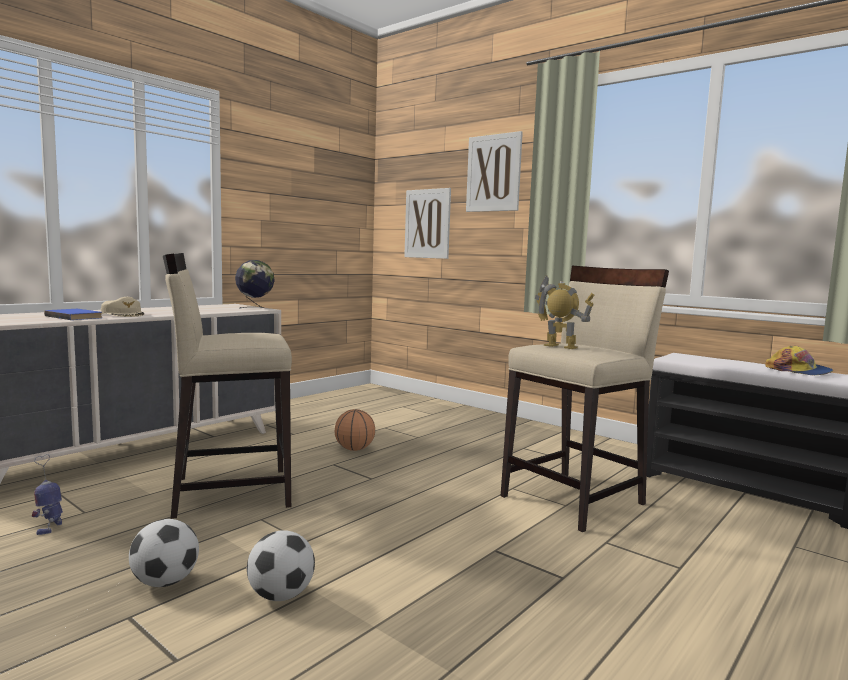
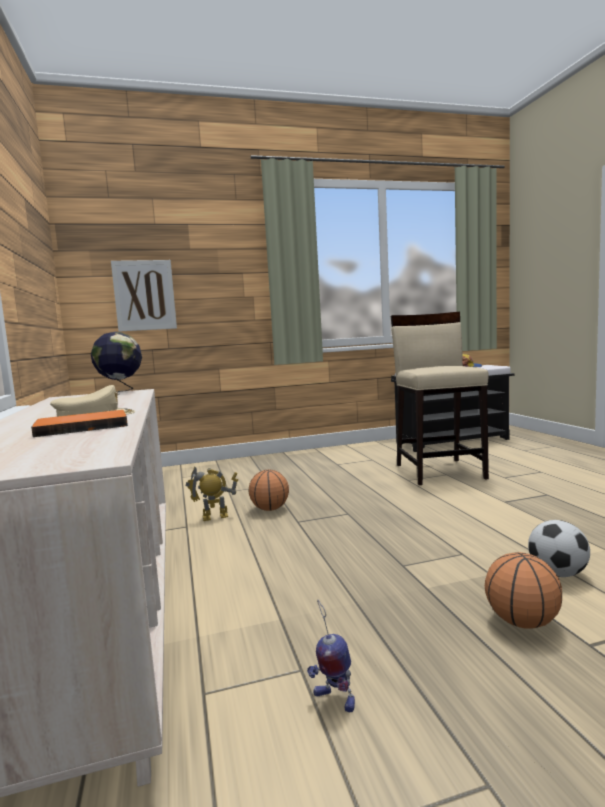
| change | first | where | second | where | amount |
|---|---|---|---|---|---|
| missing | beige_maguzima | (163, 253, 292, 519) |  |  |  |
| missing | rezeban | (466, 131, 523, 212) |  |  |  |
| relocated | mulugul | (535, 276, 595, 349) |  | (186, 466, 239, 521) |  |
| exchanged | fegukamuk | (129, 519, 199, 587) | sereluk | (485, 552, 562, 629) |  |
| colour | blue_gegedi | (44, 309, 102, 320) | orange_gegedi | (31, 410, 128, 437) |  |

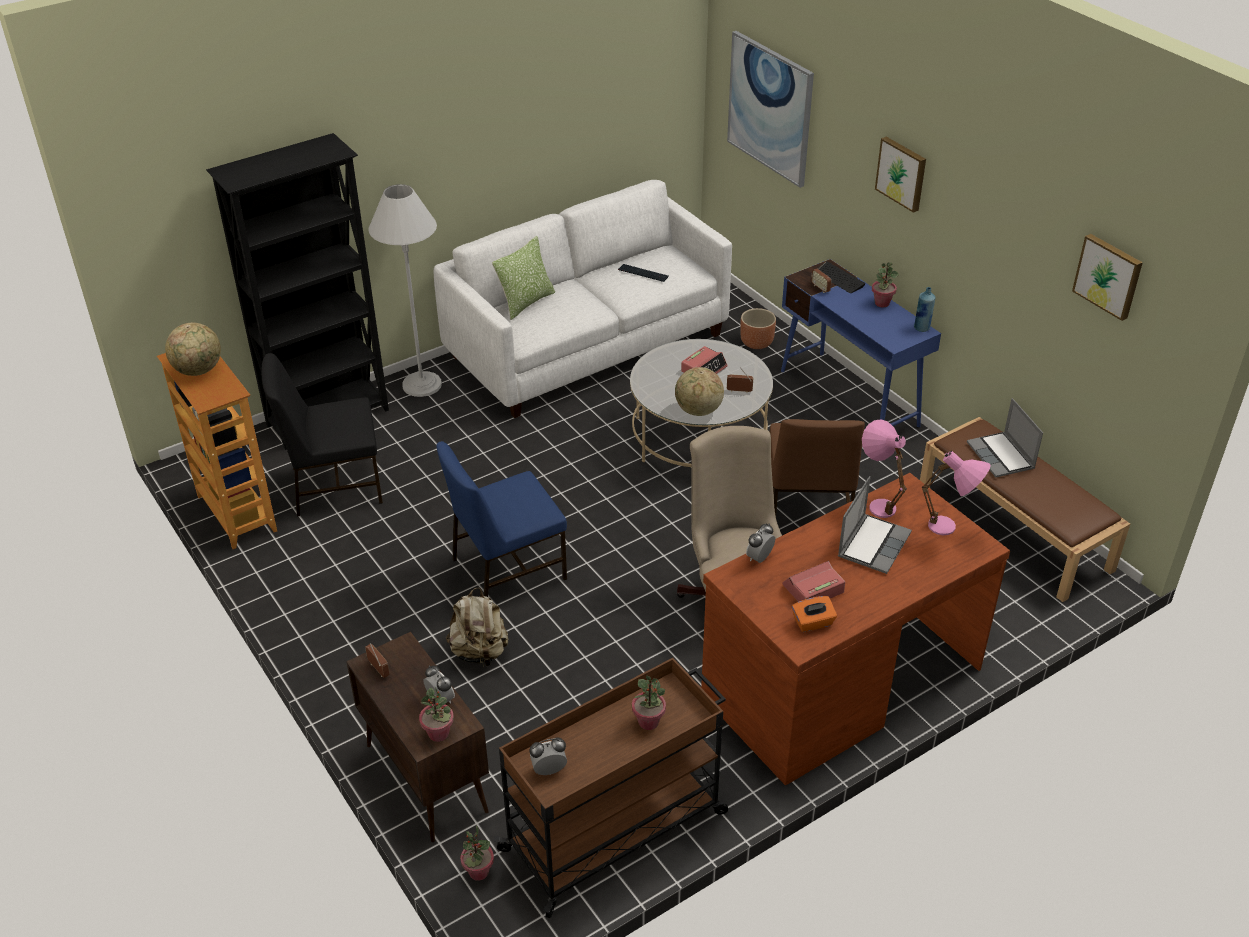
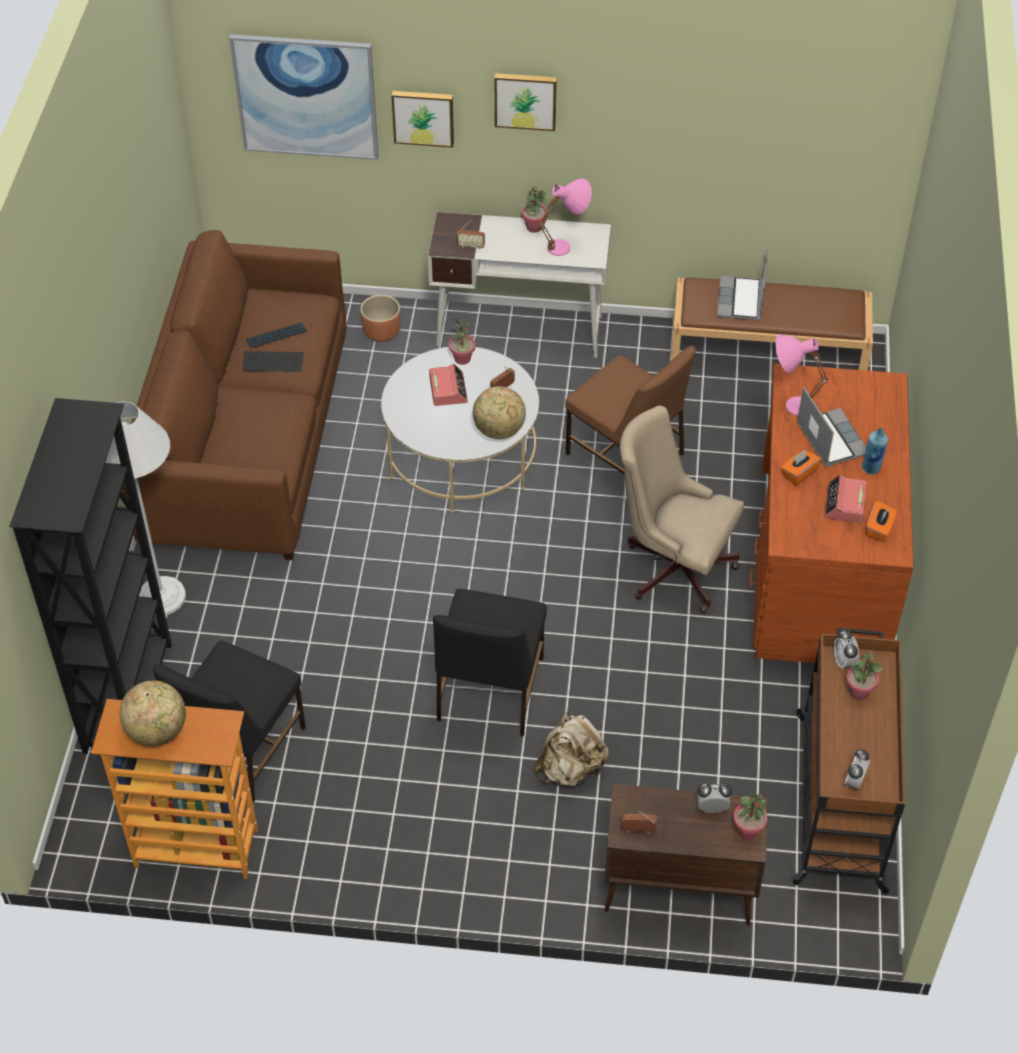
| change | first | where | second | where | amount |
|---|---|---|---|---|---|
| missing | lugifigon | (492, 236, 555, 320) |  |  |  |
| appeared |  |  | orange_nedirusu | (781, 449, 821, 485) |  |
| relocated | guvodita | (460, 826, 494, 881) |  | (449, 318, 476, 365) |  |
| relocated | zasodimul | (746, 523, 775, 563) |  | (834, 629, 859, 670) |  |
| relocated | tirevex | (817, 261, 866, 293) |  | (243, 351, 304, 372) |  |
| relocated | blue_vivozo | (914, 287, 935, 332) |  | (862, 428, 888, 474) |  |
| relocated | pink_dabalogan | (922, 451, 991, 535) |  | (539, 178, 592, 256) |  |
| relocated | rezeban | (1072, 234, 1143, 321) |  | (391, 91, 454, 148) |  |
| colour | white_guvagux | (433, 180, 732, 418) | brown_guvagux | (123, 230, 347, 560) |  |
| colour | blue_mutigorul | (437, 441, 567, 597) | black_mutigorul | (433, 589, 547, 736) |  |
| colour | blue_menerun | (781, 259, 941, 427) | white_menerun | (428, 212, 611, 358) |  |
| spun | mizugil | (967, 398, 1043, 478) |  | (717, 248, 768, 321) | 75 degrees clockwise |

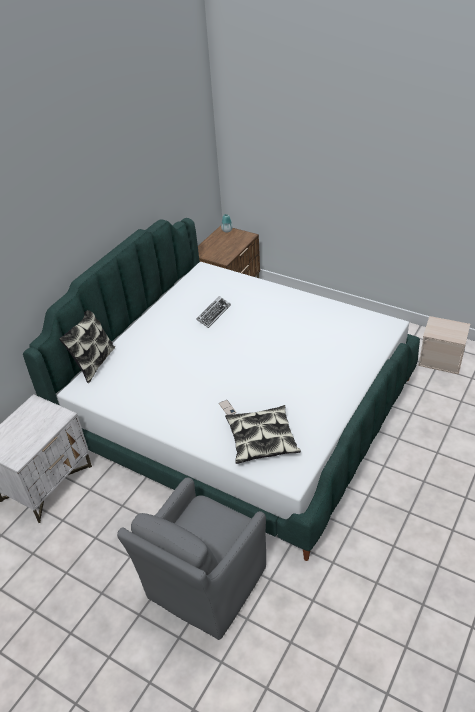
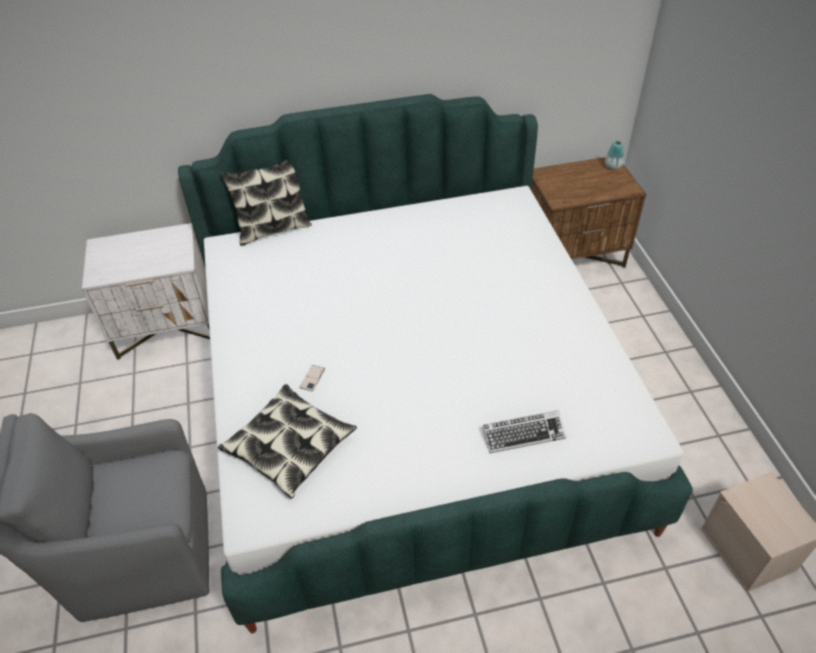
| change | first | where | second | where | amount |
|---|---|---|---|---|---|
| relocated | tirevex | (196, 296, 231, 328) |  | (483, 410, 566, 453) |  |

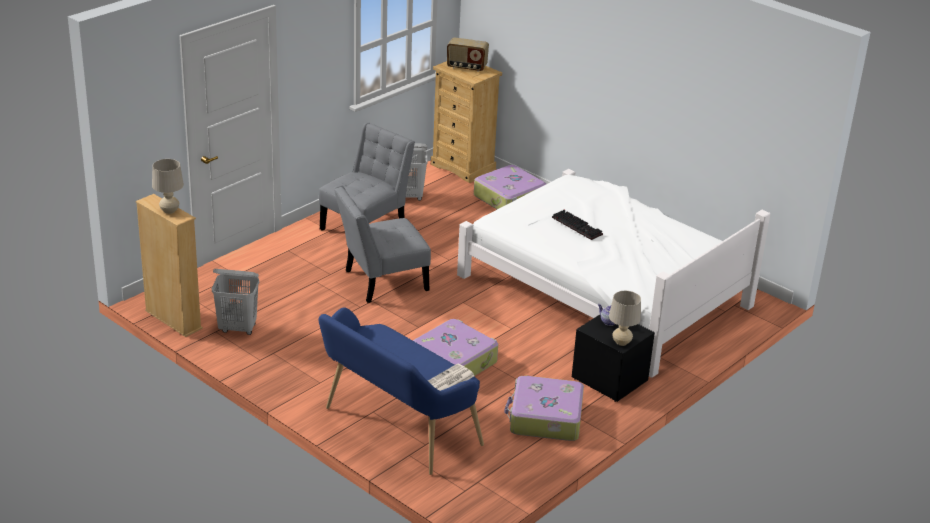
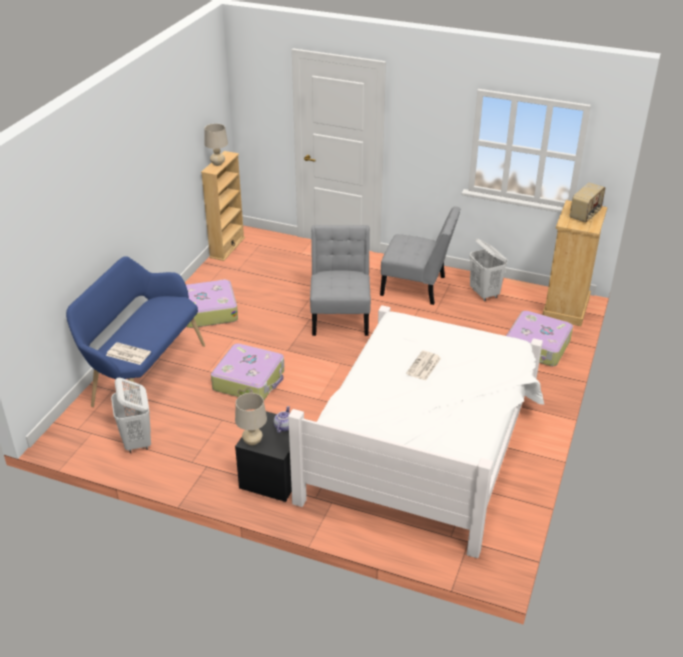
| change | first | where | second | where | amount |
|---|---|---|---|---|---|
| relocated | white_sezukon | (212, 269, 259, 335) |  | (111, 378, 151, 453) |  |
| relocated | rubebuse | (504, 376, 584, 441) |  | (186, 279, 238, 328) |  |
| exchanged | tirevex | (552, 210, 603, 240) | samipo | (406, 350, 441, 381) |  |
| spun | grey_mutigorul | (334, 185, 431, 303) |  | (310, 225, 371, 336) | 45 degrees clockwise |
| spun | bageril | (447, 37, 489, 72) |  | (570, 182, 605, 222) | 135 degrees counterclockwise |

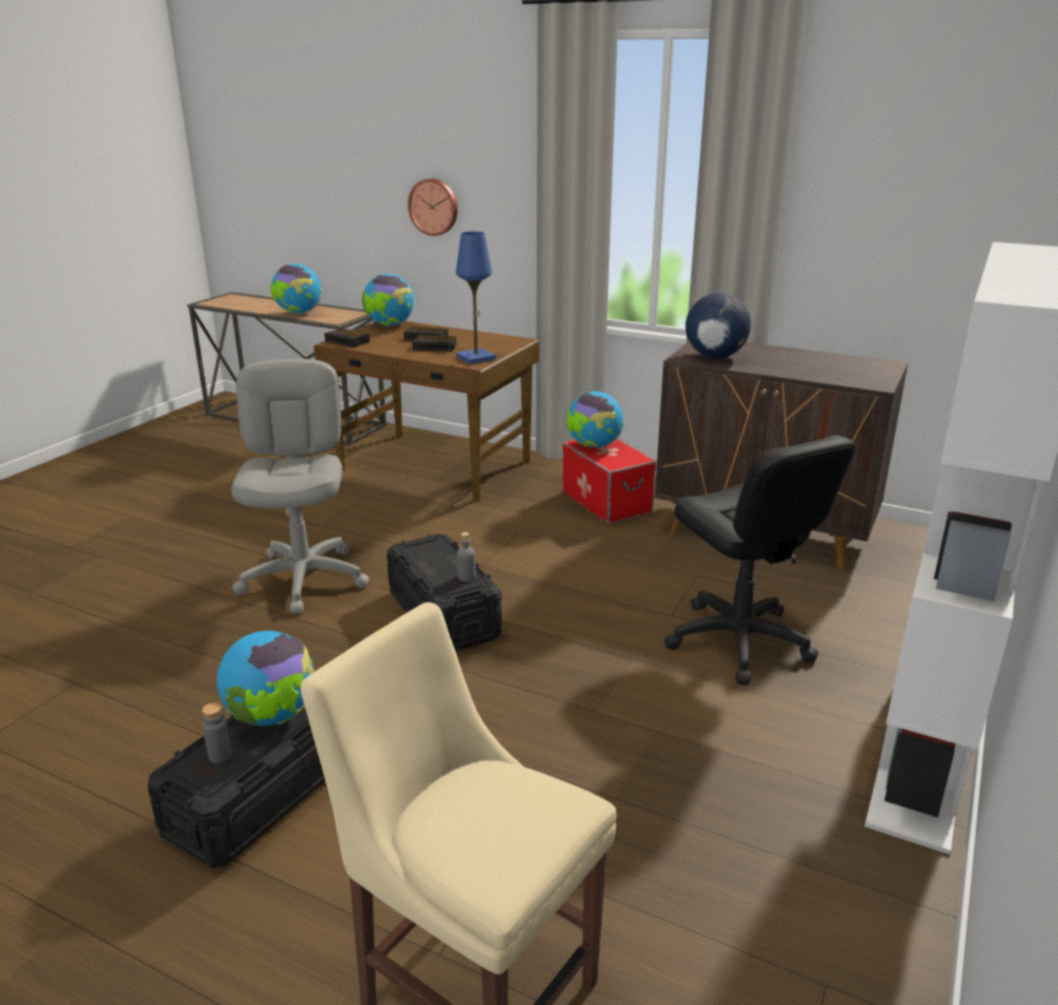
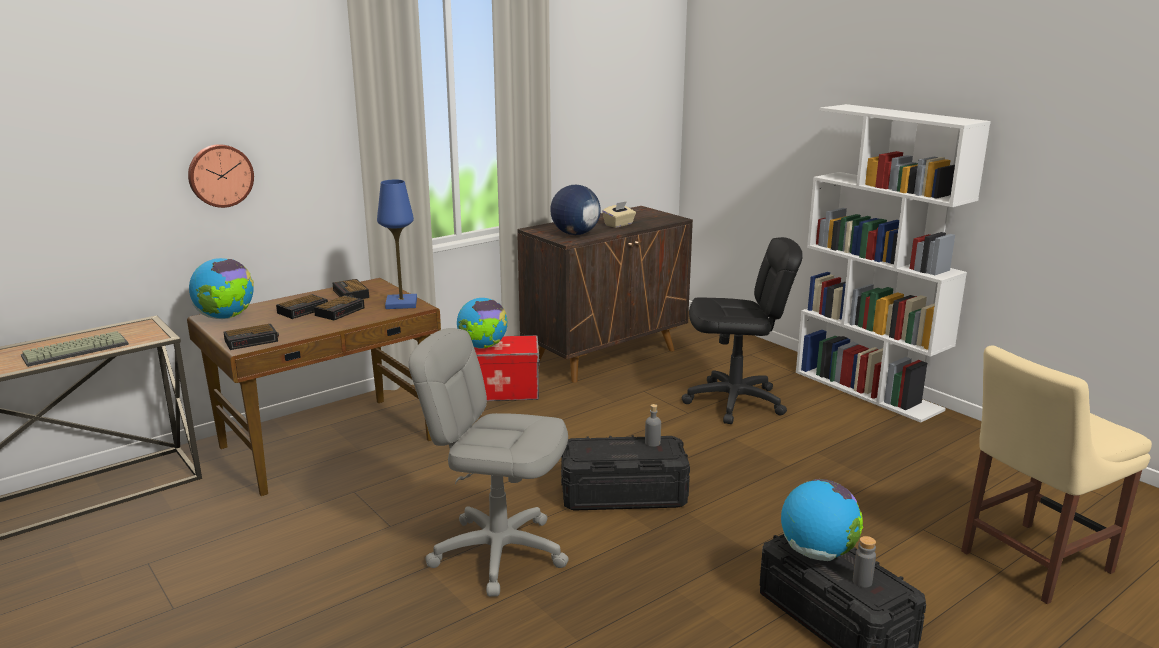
| change | first | where | second | where | amount |
|---|---|---|---|---|---|
| appeared |  |  | zasodimul | (333, 279, 369, 299) |  |
| appeared |  |  | beige_nedirusu | (602, 201, 636, 228) |  |
| exchanged | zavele | (271, 264, 322, 314) | tirevex | (21, 331, 129, 367) |  |

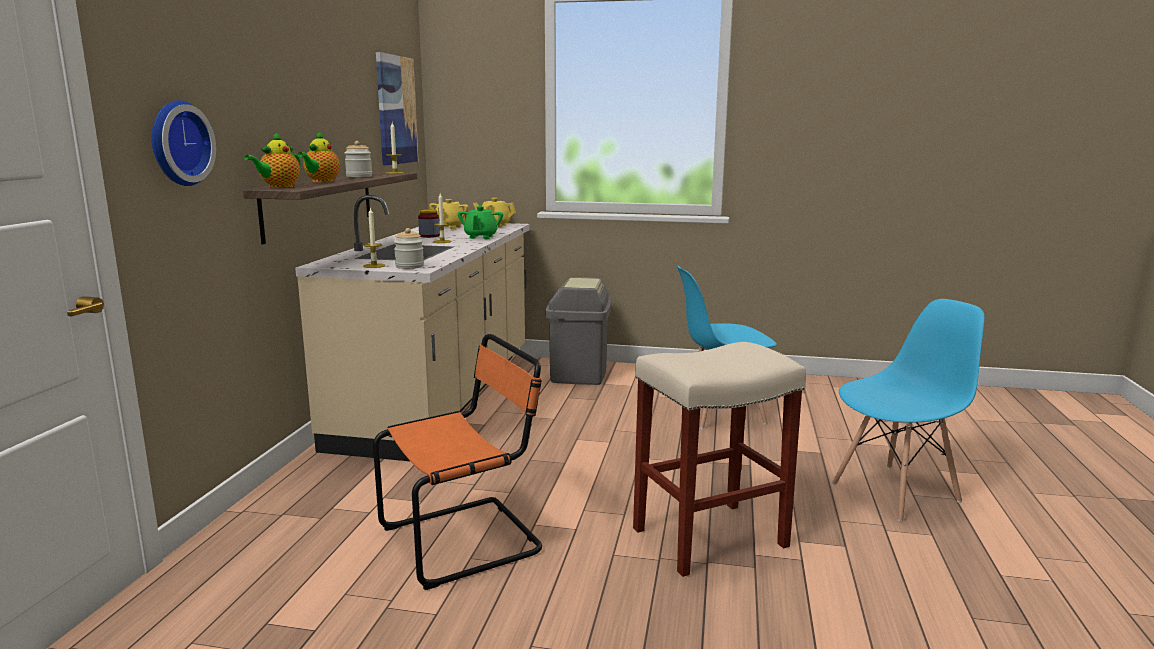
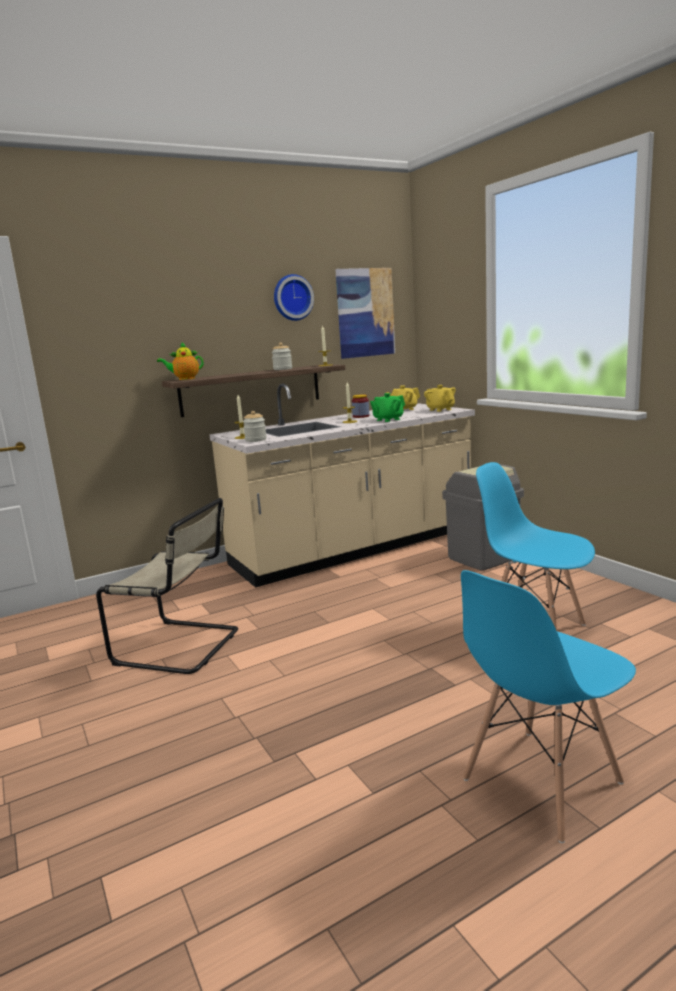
| change | first | where | second | where | amount |
|---|---|---|---|---|---|
| missing | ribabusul | (298, 131, 340, 182) |  |  |  |
| missing | beige_maguzima | (633, 342, 806, 577) |  |  |  |
| relocated | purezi | (152, 100, 216, 186) |  | (274, 274, 314, 321) |  |
| colour | orange_mutigorul | (373, 334, 542, 590) | beige_mutigorul | (96, 498, 238, 674) |  |
| spun | blue_mutigorul | (832, 299, 985, 522) |  | (461, 570, 636, 843) | 120 degrees clockwise |

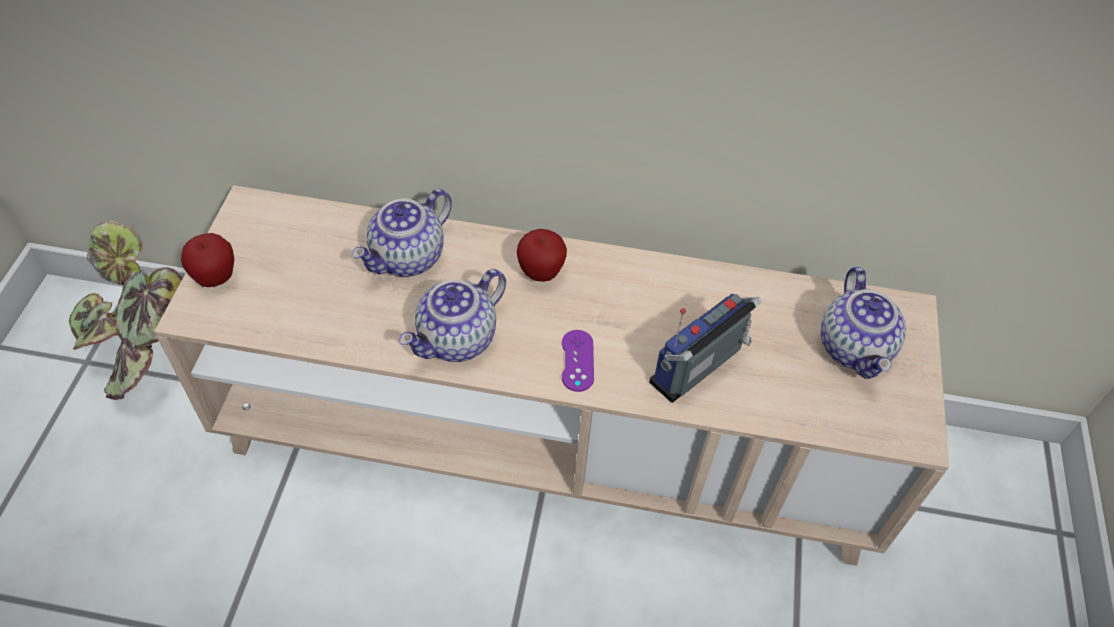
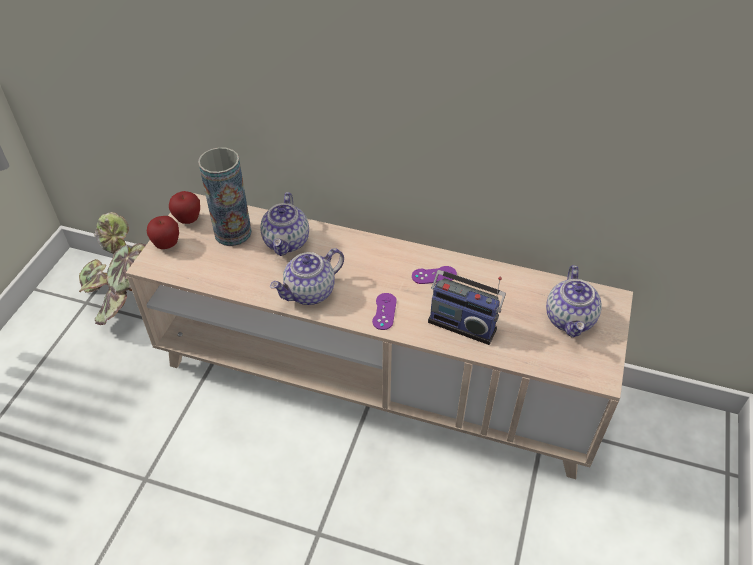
| change | first | where | second | where | amount |
|---|---|---|---|---|---|
| appeared |  |  | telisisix | (198, 147, 252, 246) |  |
| appeared |  |  | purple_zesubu | (412, 266, 457, 284) |  |
| relocated | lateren | (516, 229, 567, 282) |  | (169, 191, 200, 224) |  |
| spun | ribabusul | (352, 189, 452, 277) |  | (260, 192, 309, 256) | 45 degrees counterclockwise |
| spun | bageril | (649, 294, 761, 403) |  | (428, 270, 506, 345) | 120 degrees counterclockwise |

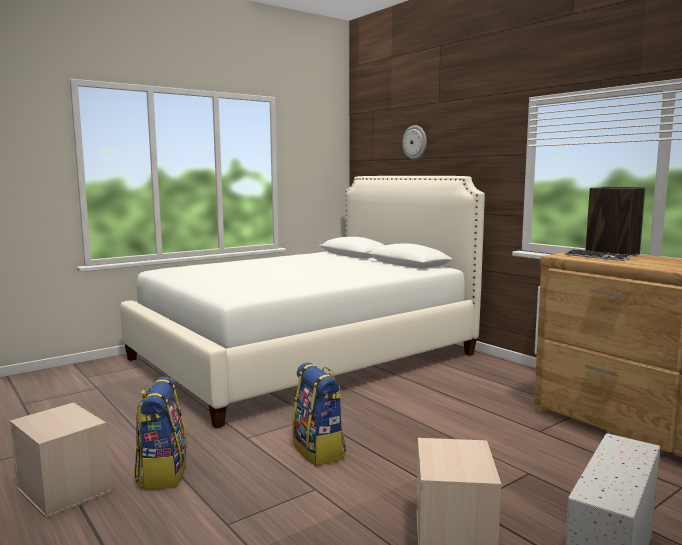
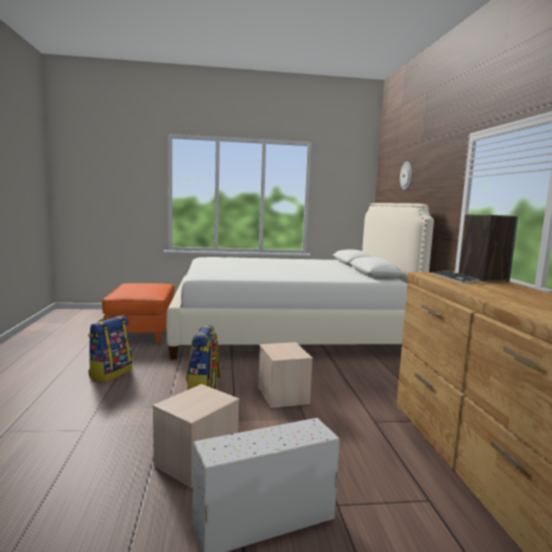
| change | first | where | second | where | amount |
|---|---|---|---|---|---|
| appeared |  |  | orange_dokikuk | (102, 283, 174, 343) |  |
| relocated | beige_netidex | (10, 402, 111, 519) |  | (258, 342, 313, 408) |  |

